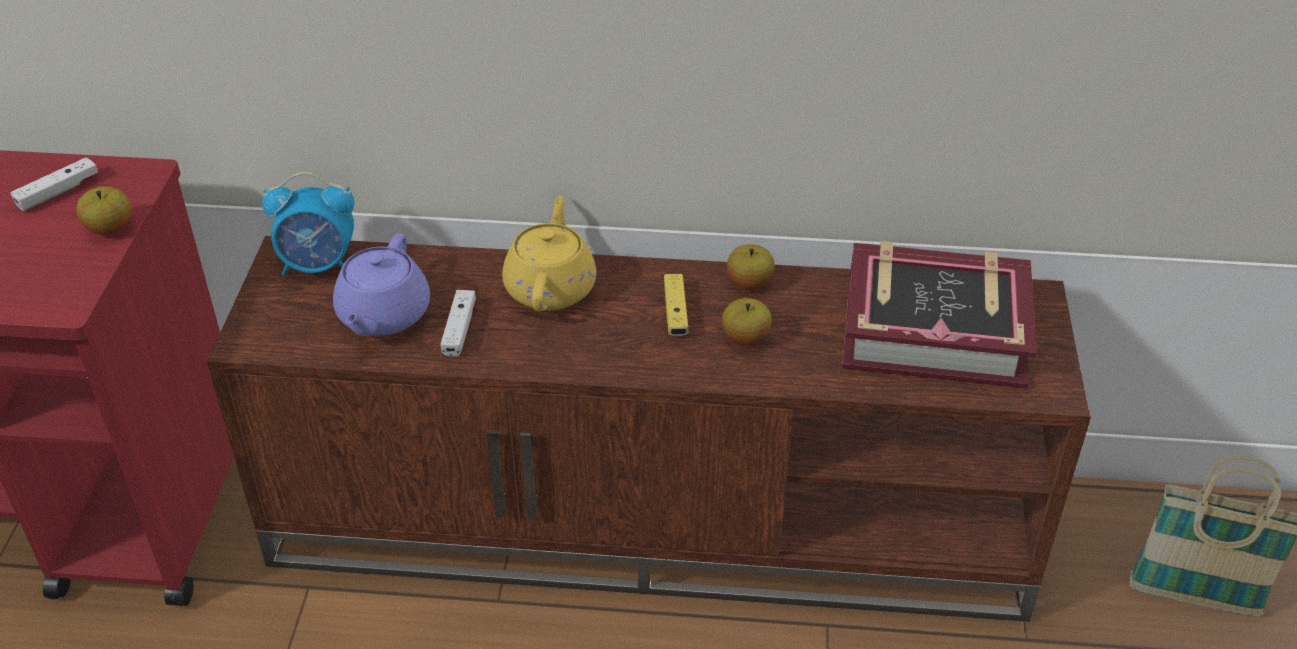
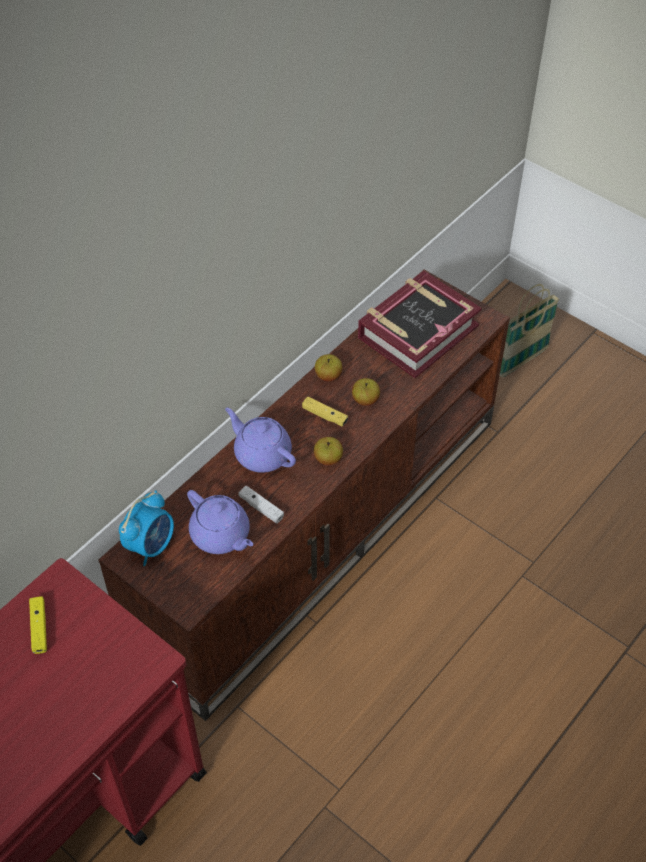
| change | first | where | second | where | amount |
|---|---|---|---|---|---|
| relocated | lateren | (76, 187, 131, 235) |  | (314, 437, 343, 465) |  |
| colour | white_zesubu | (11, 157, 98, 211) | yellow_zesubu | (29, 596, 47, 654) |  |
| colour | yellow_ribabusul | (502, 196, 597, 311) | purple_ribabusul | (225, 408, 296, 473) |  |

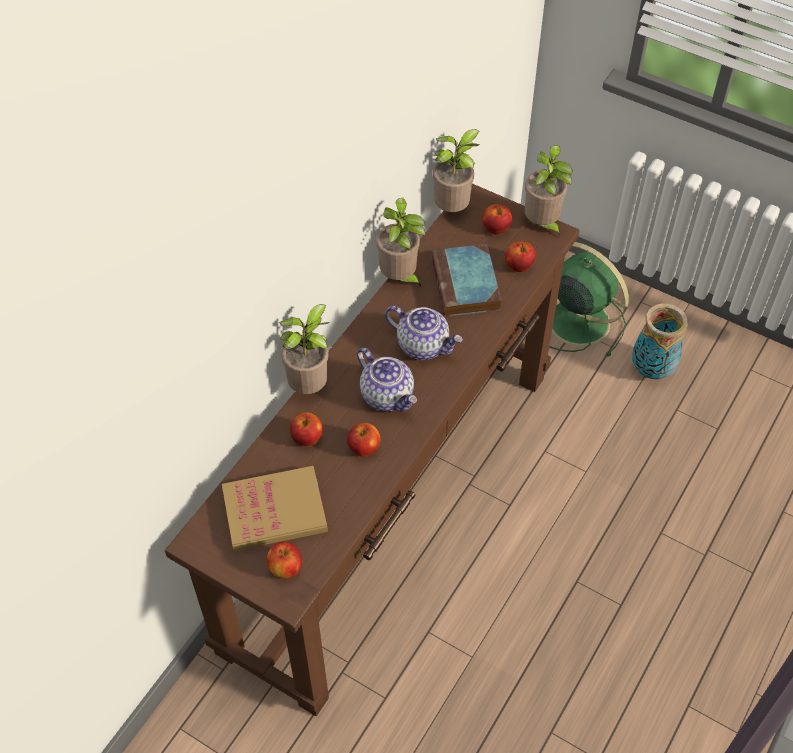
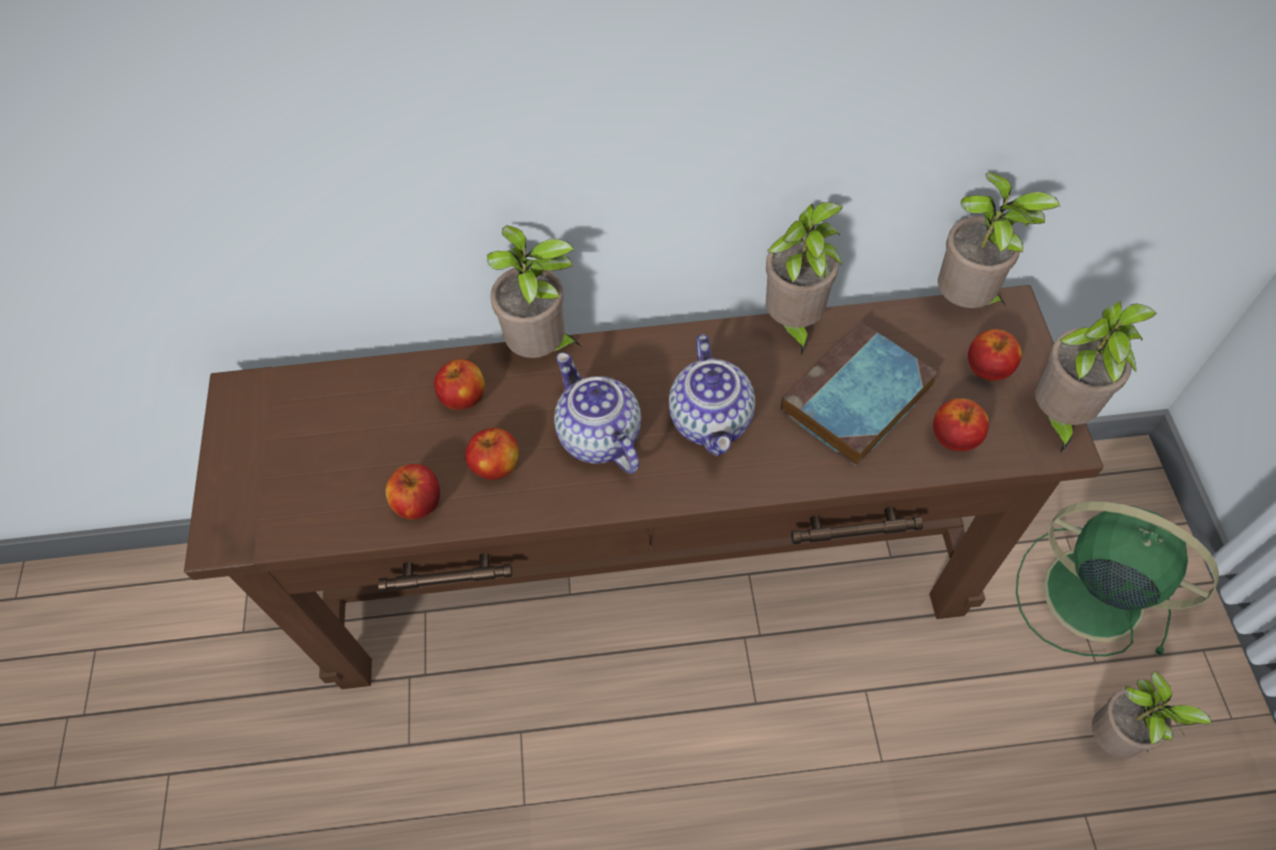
| change | first | where | second | where | amount |
|---|---|---|---|---|---|
| missing | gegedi | (222, 466, 328, 551) |  |  |  |
| relocated | lateren | (267, 542, 302, 578) |  | (386, 464, 440, 519) |  |
| exchanged | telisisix | (632, 303, 688, 380) | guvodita | (1092, 671, 1212, 758) |  |
| spun | ribabusul | (357, 348, 417, 412) |  | (554, 352, 641, 474) | 135 degrees clockwise |
| spun | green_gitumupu | (549, 242, 629, 356) |  | (1016, 501, 1219, 657) | 60 degrees counterclockwise |

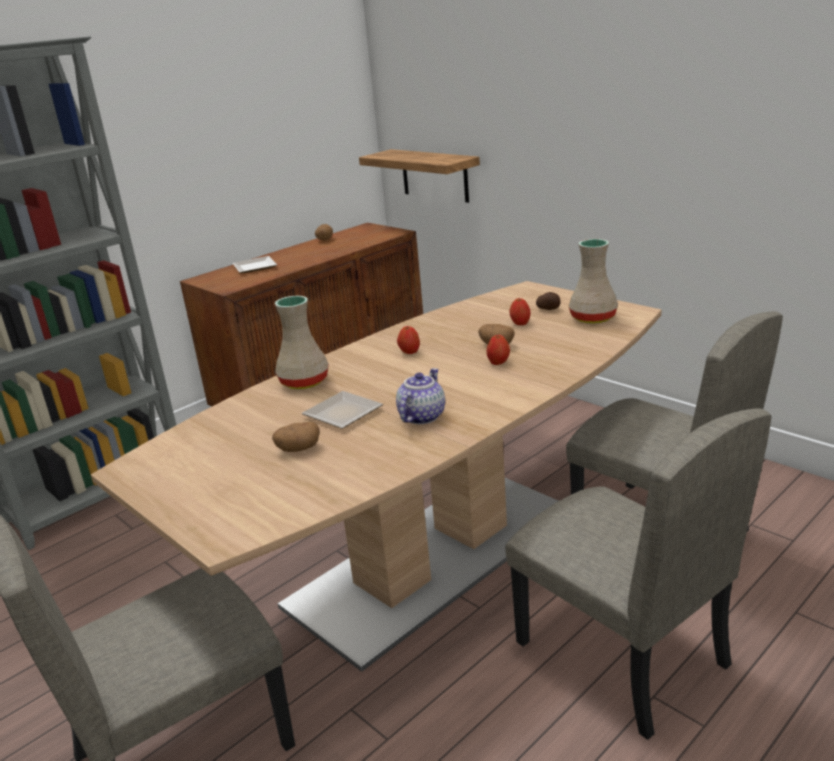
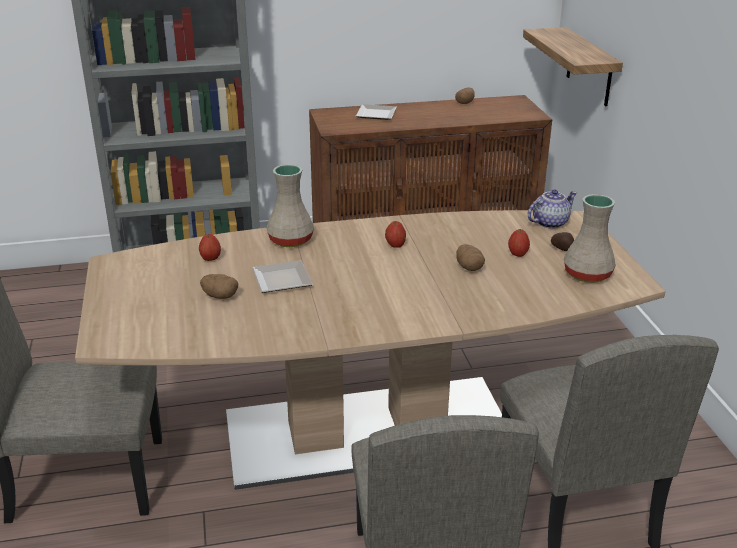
| change | first | where | second | where | amount |
|---|---|---|---|---|---|
| relocated | ribabusul | (396, 368, 445, 424) |  | (528, 189, 577, 229) |  |
| relocated | lateren | (486, 335, 510, 365) |  | (199, 234, 221, 261) |  |

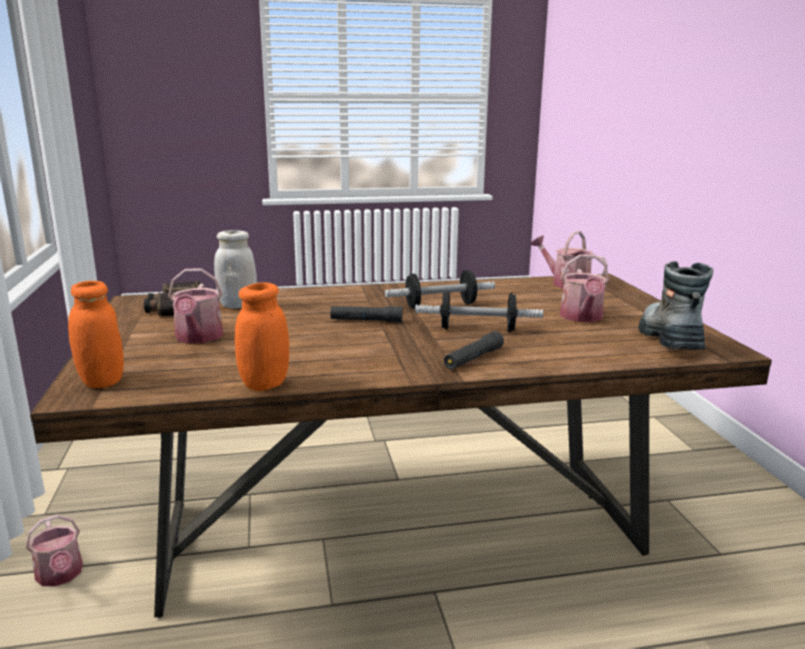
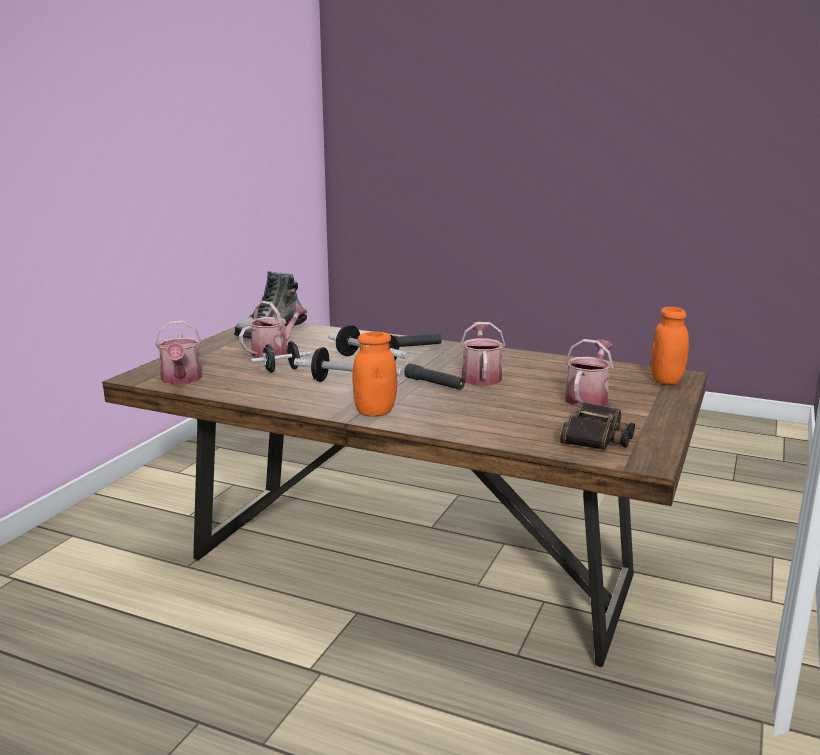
| change | first | where | second | where | amount |
|---|---|---|---|---|---|
| missing | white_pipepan | (214, 230, 257, 308) |  |  |  |
| appeared |  |  | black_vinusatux | (251, 341, 312, 373) |  |
| relocated | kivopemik | (26, 515, 83, 587) |  | (460, 321, 505, 386) |  |
| relocated | orange_pipepan | (235, 283, 289, 391) |  | (352, 332, 397, 417) |  |

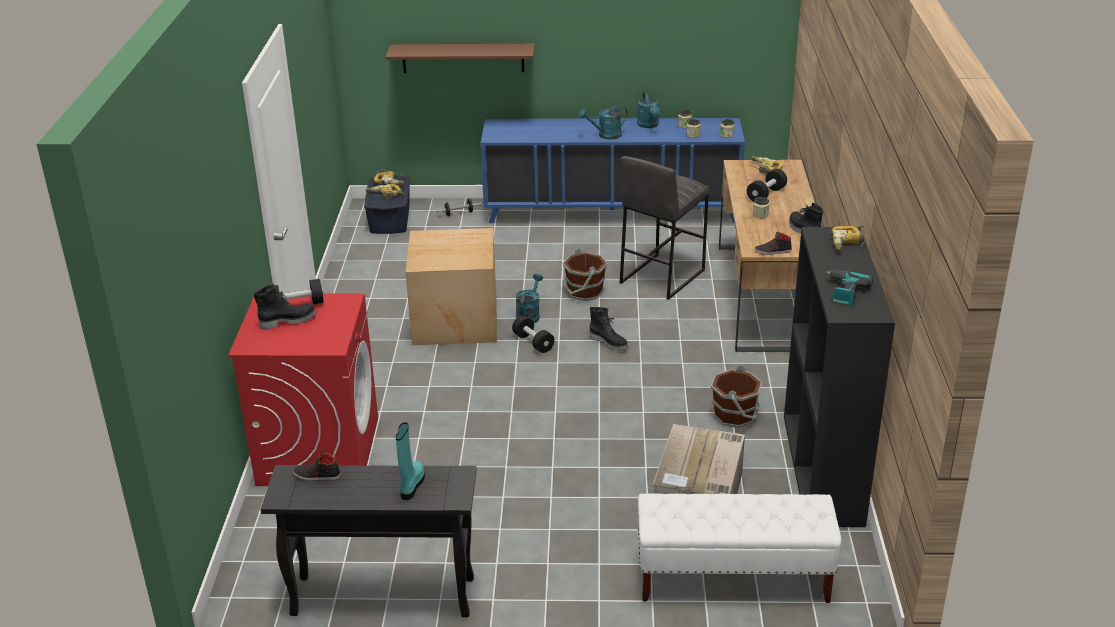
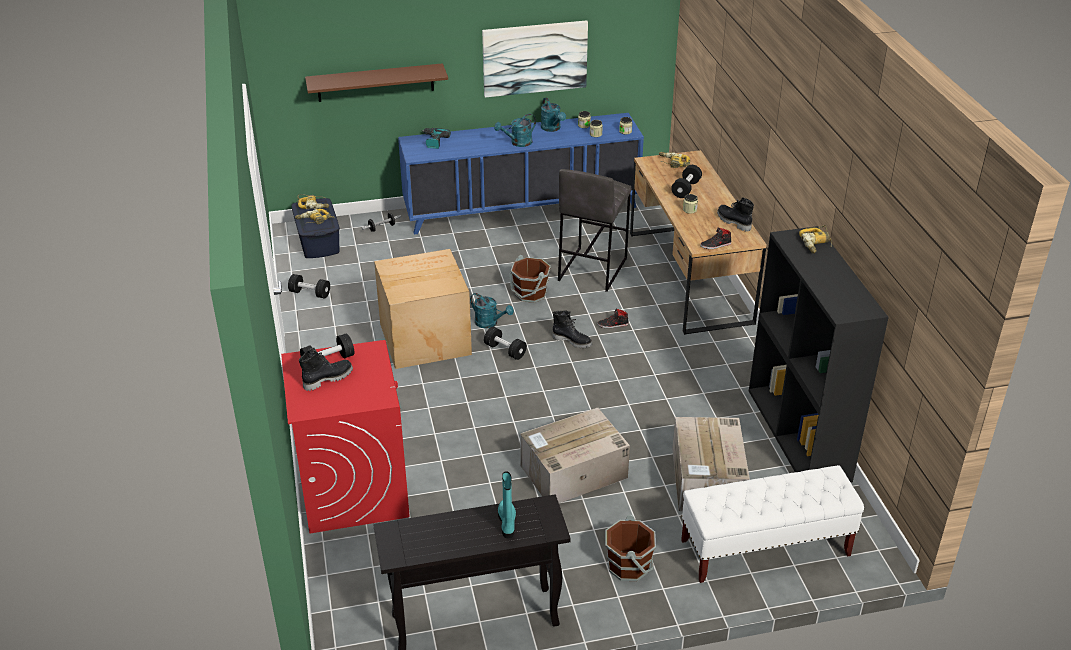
| change | first | where | second | where | amount |
|---|---|---|---|---|---|
| appeared |  |  | black_vinusatux | (288, 274, 330, 298) |  |
| appeared |  |  | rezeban | (482, 20, 588, 98) |  |
| appeared |  |  | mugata | (520, 408, 630, 503) |  |
| relocated | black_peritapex | (293, 451, 341, 481) |  | (598, 308, 629, 329) |  |
| relocated | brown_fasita | (711, 365, 762, 428) |  | (606, 515, 656, 581) |  |
| relocated | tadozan | (825, 269, 873, 305) |  | (421, 128, 451, 149) |  |
| spun | turquoise_kivopemik | (516, 274, 543, 323) |  | (470, 293, 514, 329) | 120 degrees clockwise |

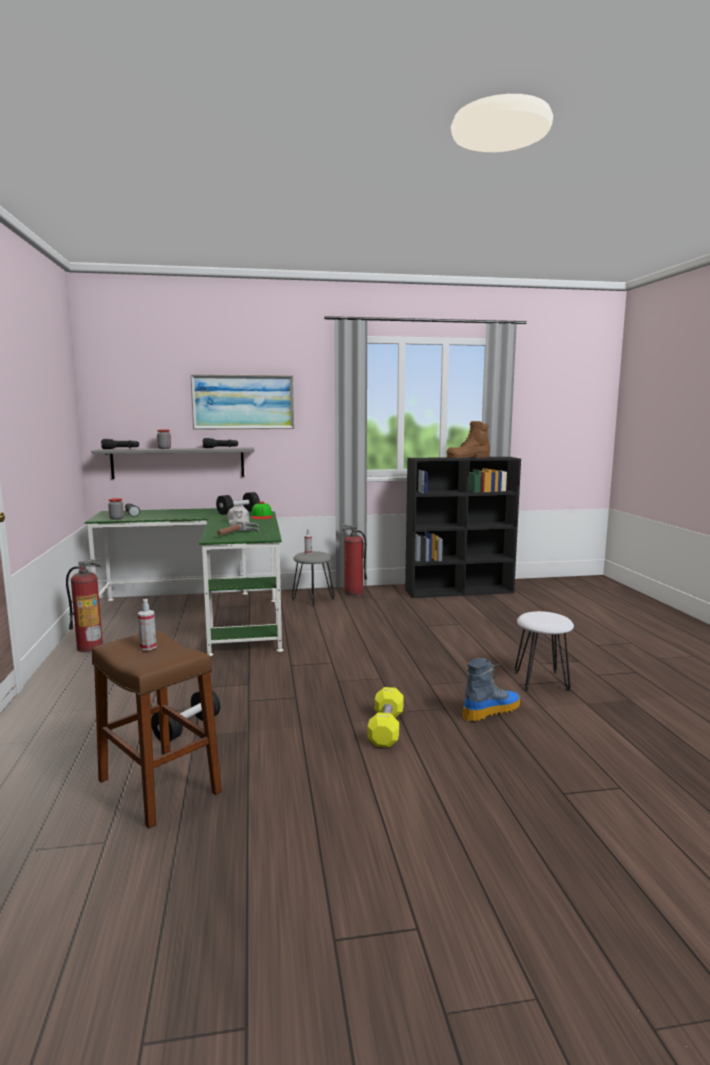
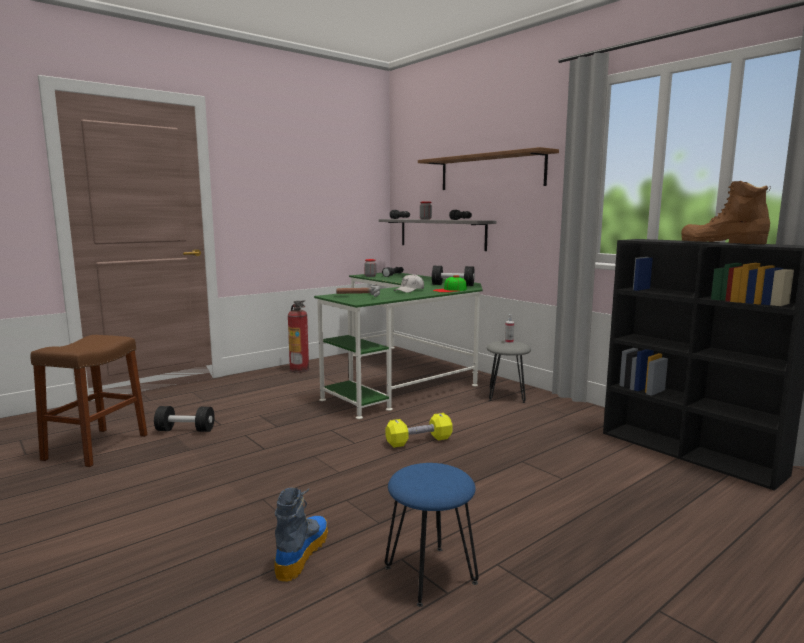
| change | first | where | second | where | amount |
|---|---|---|---|---|---|
| missing | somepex | (138, 599, 157, 650) |  |  |  |
| missing | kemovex | (341, 524, 367, 597) |  |  |  |
| relocated | yellow_vinusatux | (368, 687, 404, 748) |  | (385, 413, 453, 448) |  |
| exchanged | rezeban | (190, 374, 294, 429) | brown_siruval | (418, 147, 559, 190) |  |
| colour | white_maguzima | (515, 611, 574, 691) | blue_maguzima | (385, 463, 479, 607) |  |
| spun | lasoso | (463, 658, 520, 722) |  | (274, 488, 328, 582) | 105 degrees counterclockwise |

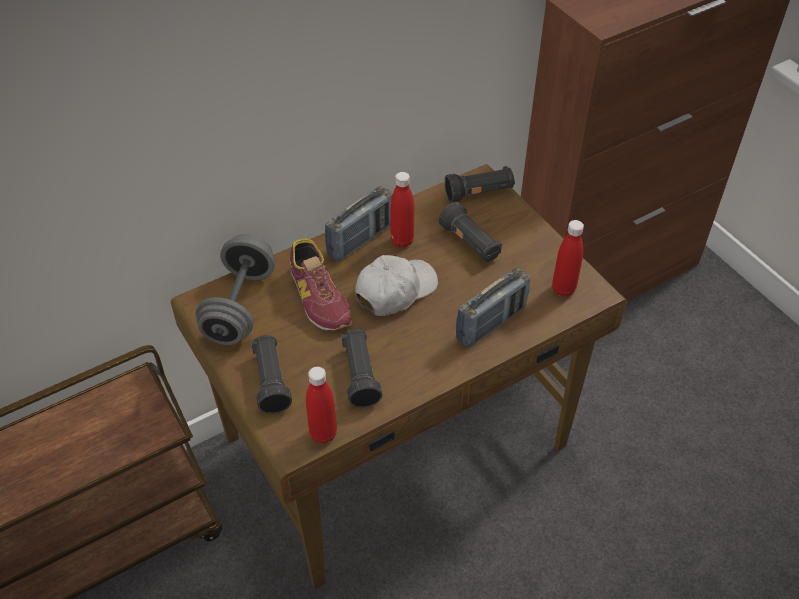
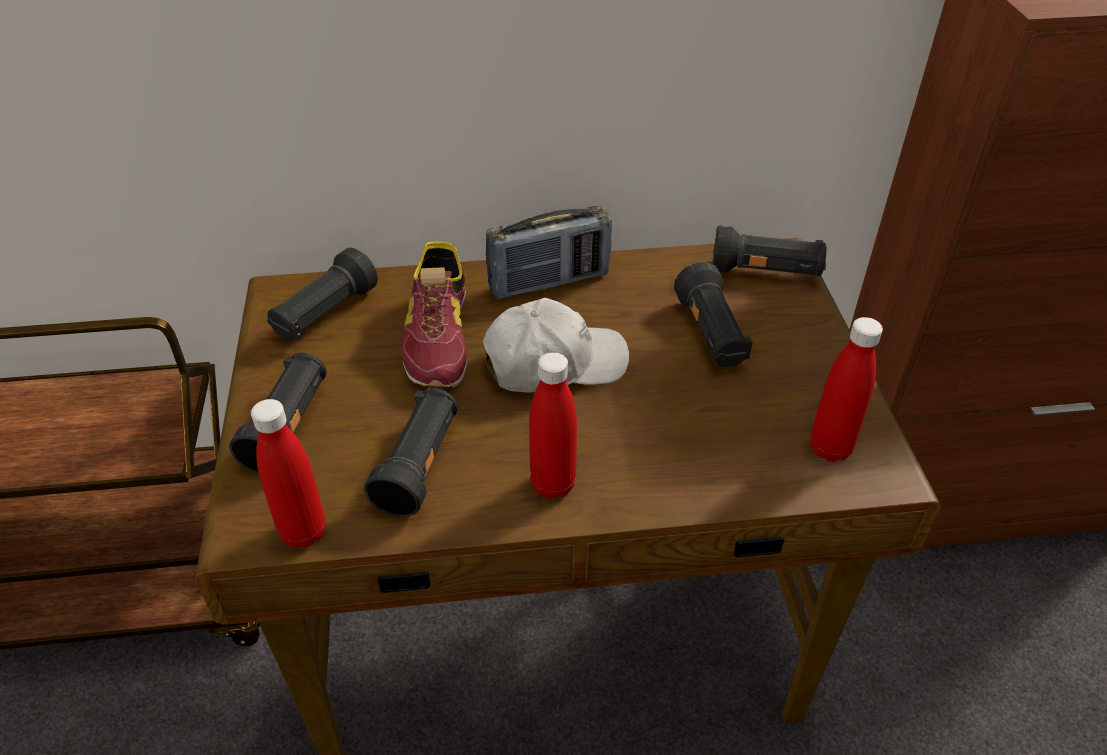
| change | first | where | second | where | amount |
|---|---|---|---|---|---|
| missing | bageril | (456, 267, 530, 348) |  |  |  |
| relocated | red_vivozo | (391, 172, 414, 248) |  | (529, 352, 577, 499) |  |
| exchanged | grey_vinusatux | (195, 234, 275, 345) | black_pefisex | (267, 248, 378, 341) |  |

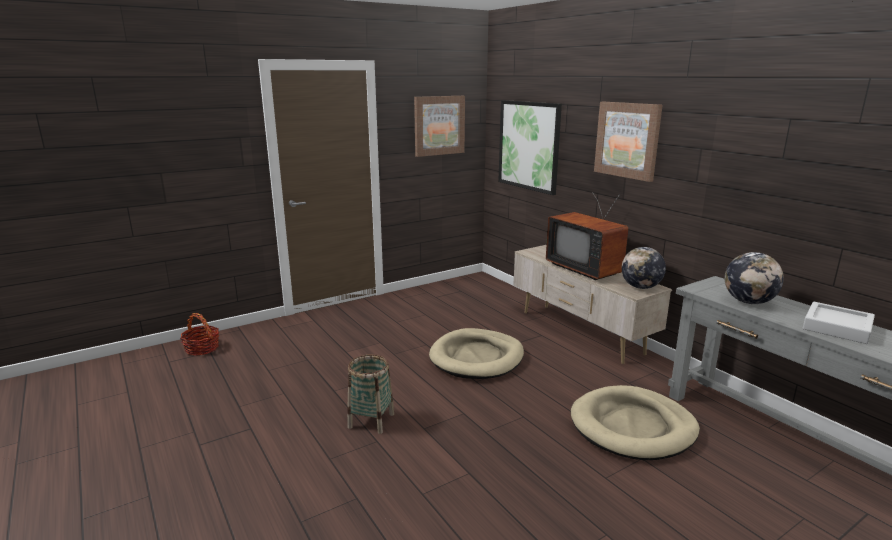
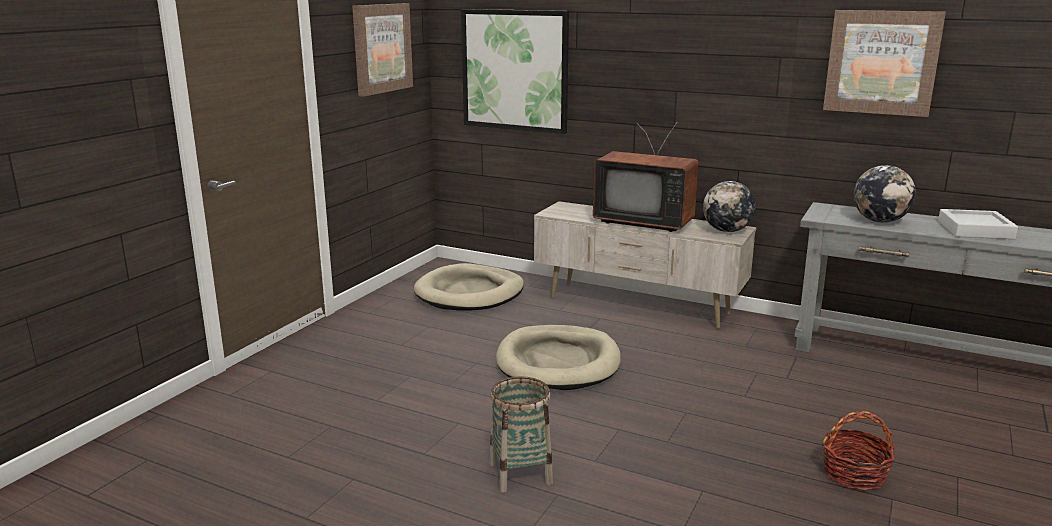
| change | first | where | second | where | amount |
|---|---|---|---|---|---|
| relocated | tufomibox | (180, 313, 219, 356) |  | (822, 411, 895, 490) |  |
| relocated | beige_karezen | (571, 385, 700, 460) |  | (414, 263, 524, 311) |  |
| relocated | rezeban | (594, 102, 663, 182) |  | (823, 10, 946, 117) |  |

